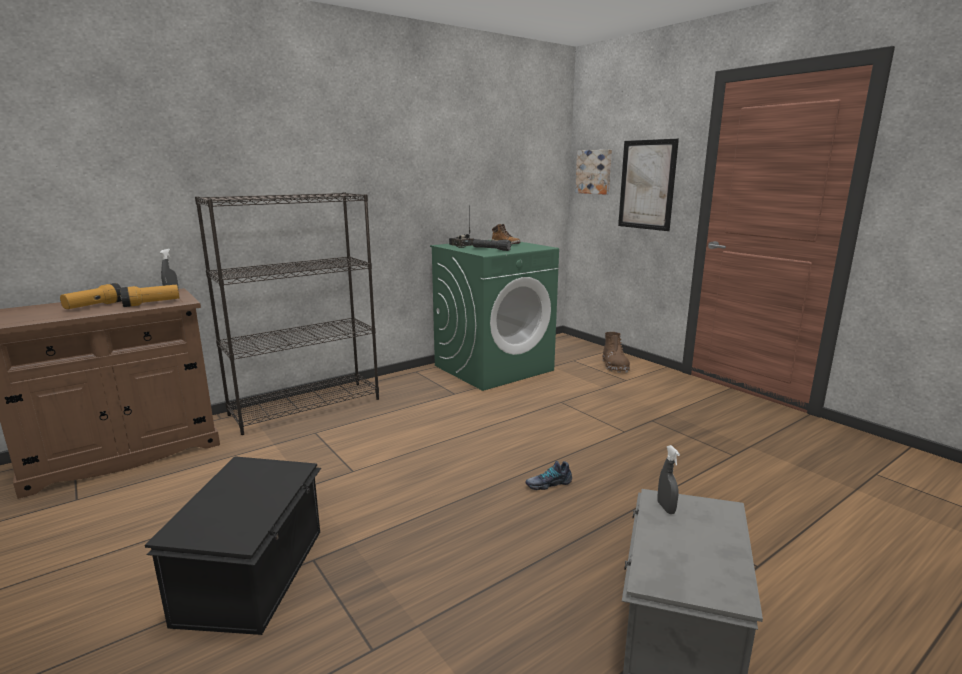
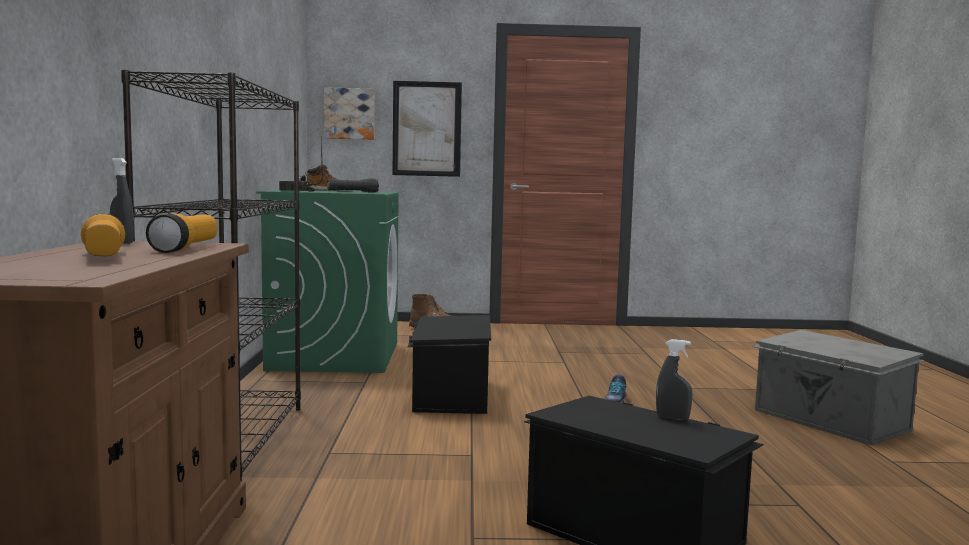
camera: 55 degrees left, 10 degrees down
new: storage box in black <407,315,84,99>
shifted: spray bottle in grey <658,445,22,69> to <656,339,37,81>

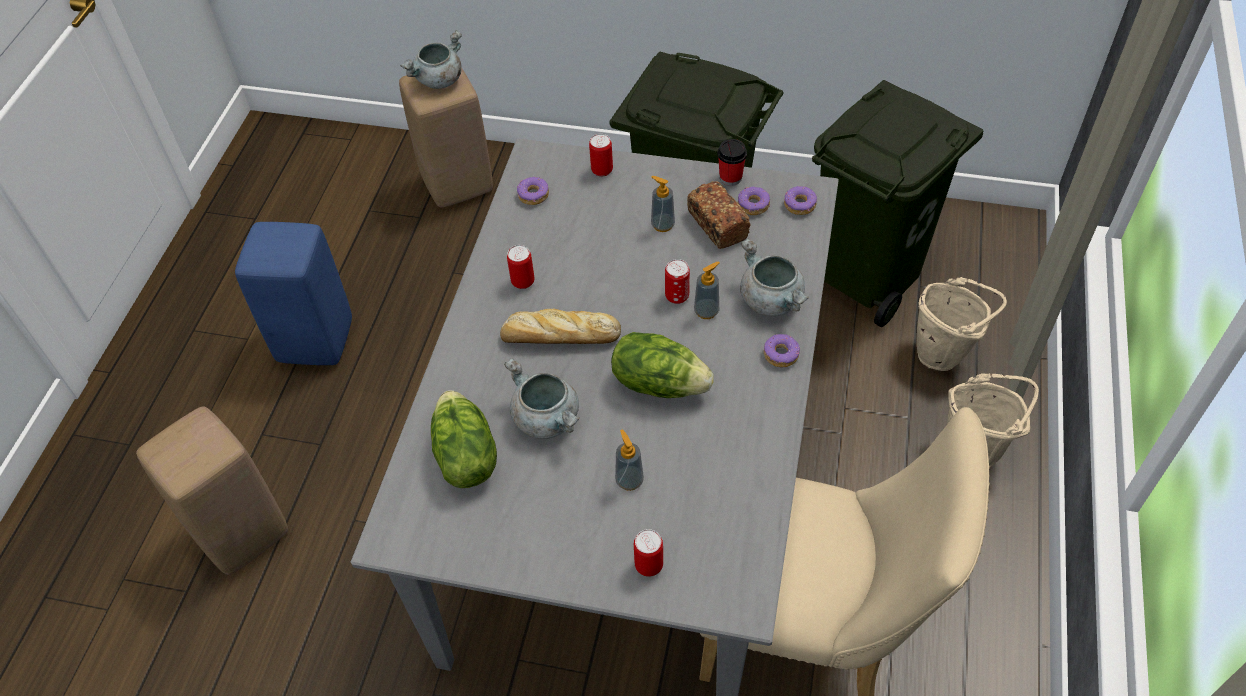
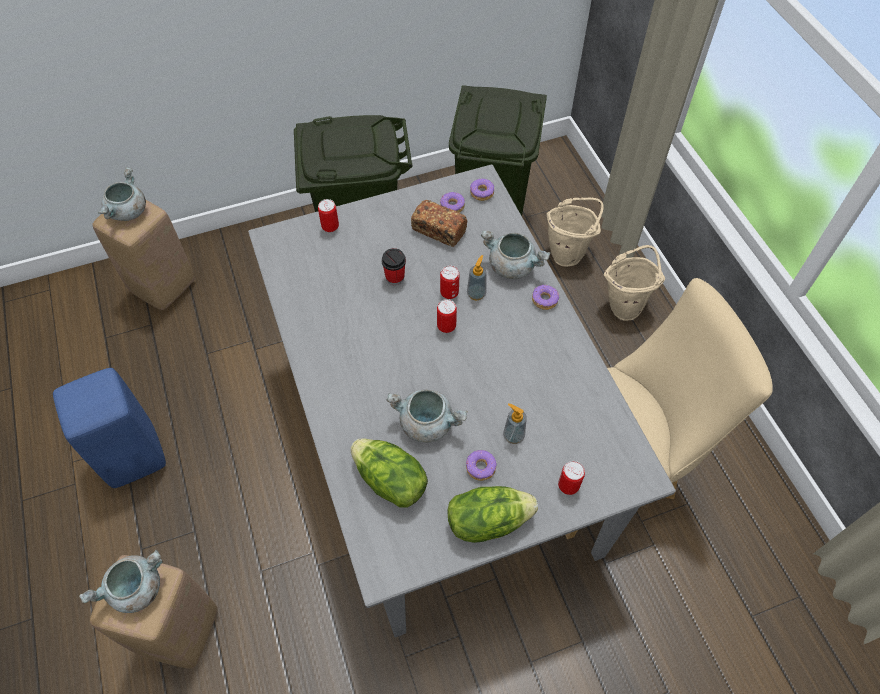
camera: 35 degrees left, 5 degrees up
gone: bread <500,309,121,35>; soap dispenser <651,176,24,56>
new: cooking pot in grey <79,550,84,63>
shifted: can <507,245,27,44> to <437,299,20,34>; donut <517,177,32,28> to <466,450,31,31>; lettuce <611,332,103,66> to <447,486,91,57>; cup <717,139,30,47> to <381,248,25,37>

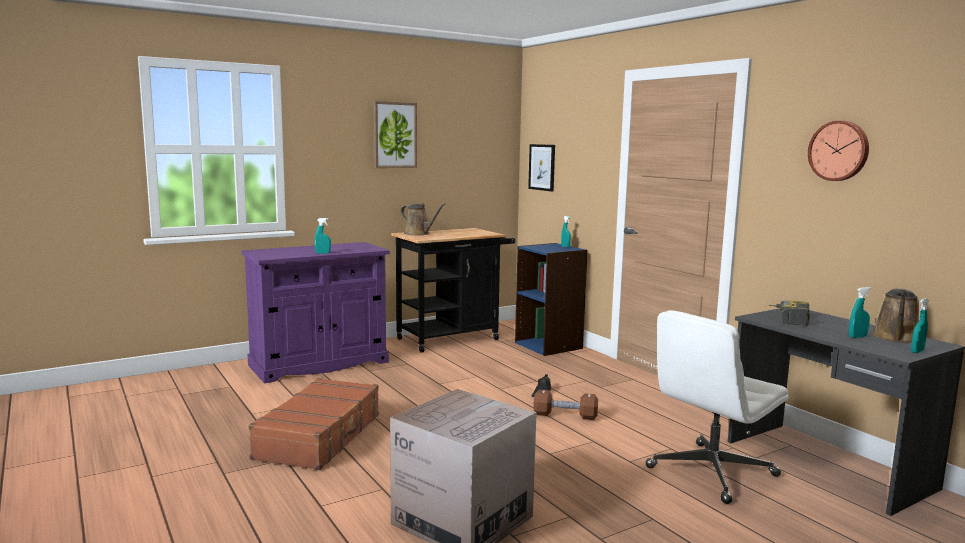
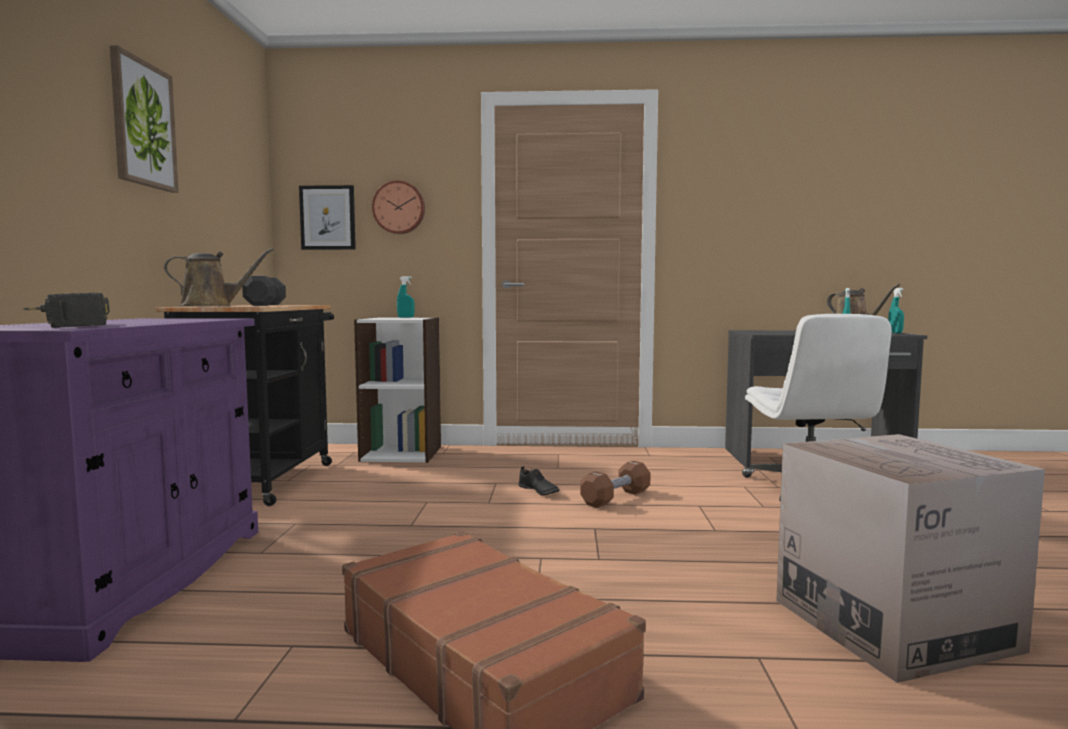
camera: 55 degrees left, 5 degrees down
gone: spray bottle in turquoise <315,218,16,36>
new: dumbbell in black <242,276,44,30>
shifted: power drill <768,300,42,26> to <23,293,87,35>; wall clock <808,121,61,60> to <372,180,53,54>
repainted: bookcase in blue <515,243,73,113> to bookcase in white <354,317,87,146>

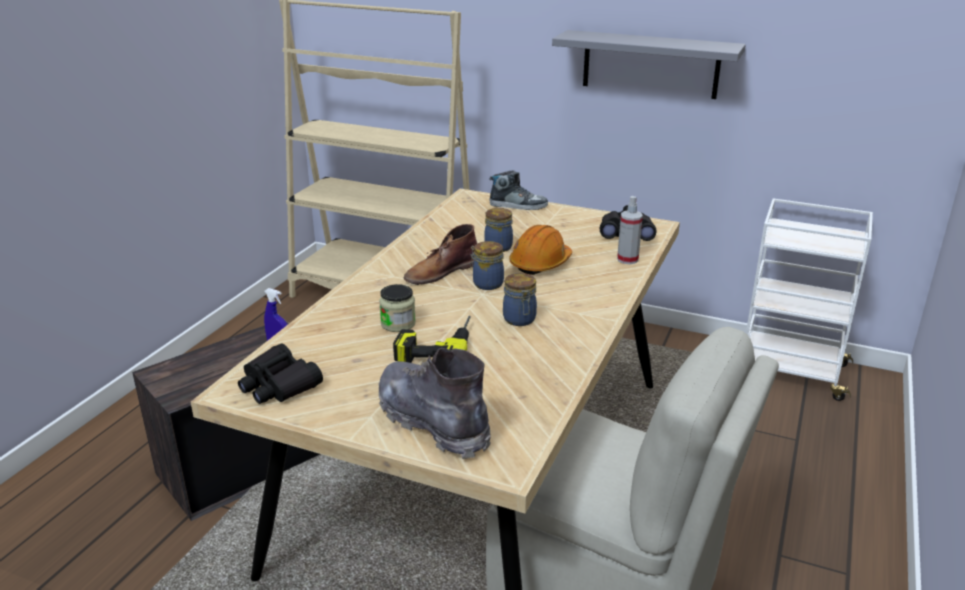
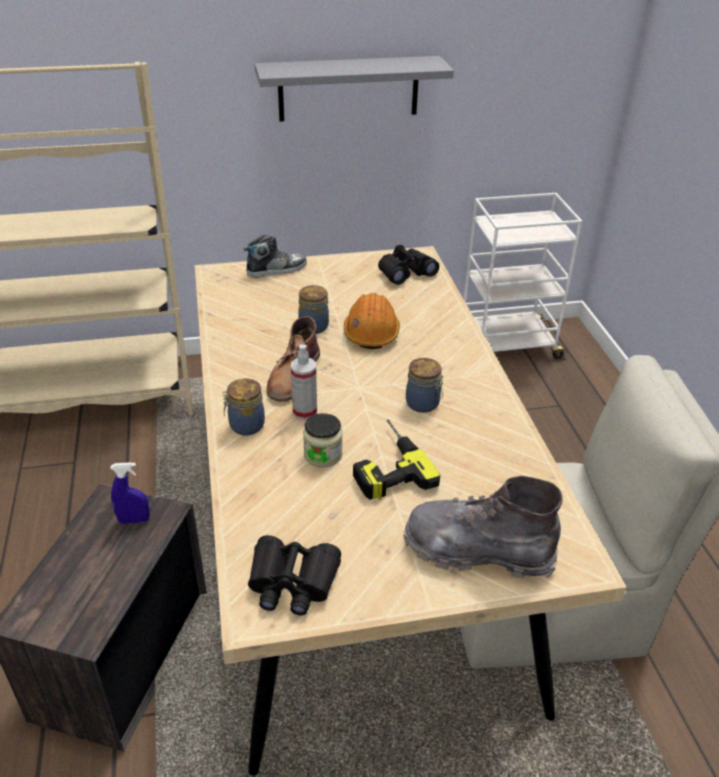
camera: 35 degrees left, 10 degrees up
shifted: jar <470,241,34,49> to <222,379,43,56>; spray bottle <617,196,26,68> to <291,344,26,76>

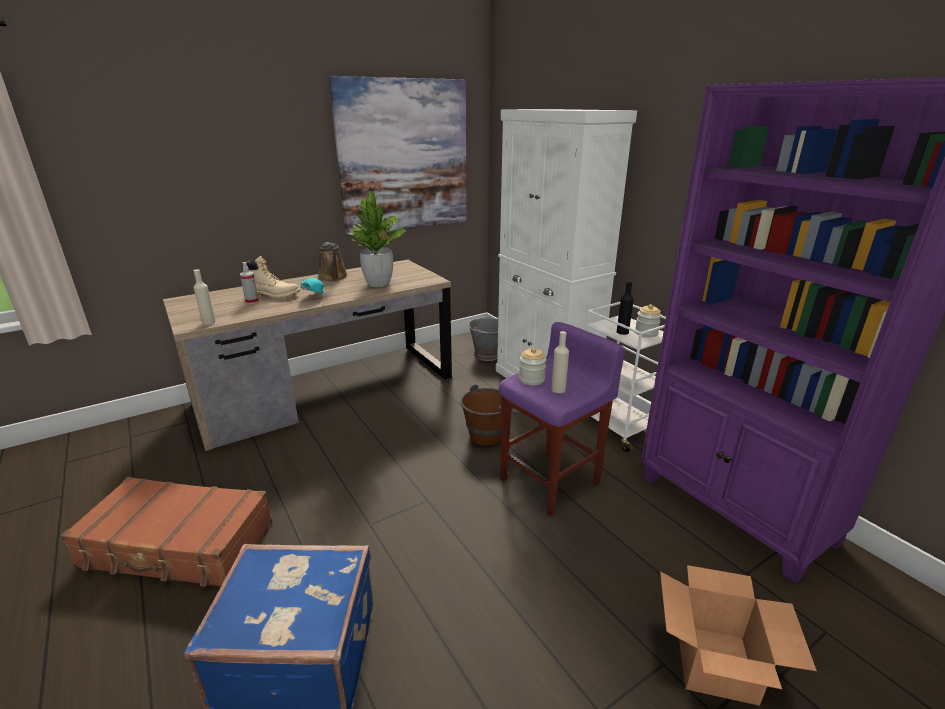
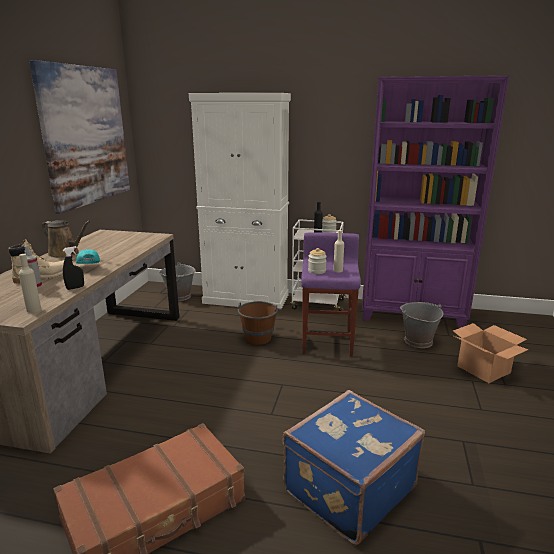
camera: 45 degrees left, 5 degrees down
gone: potted plant <348,191,58,96>
new: spray bottle in black <63,246,21,44>; bucket in grey <400,302,43,46>

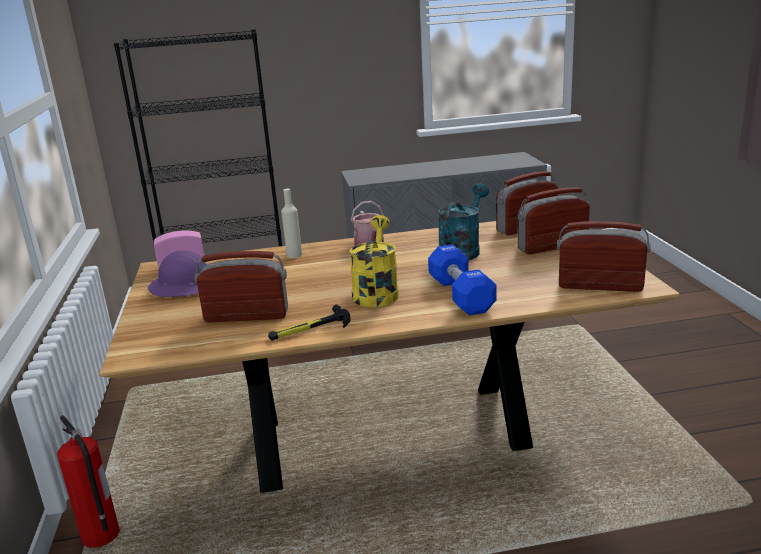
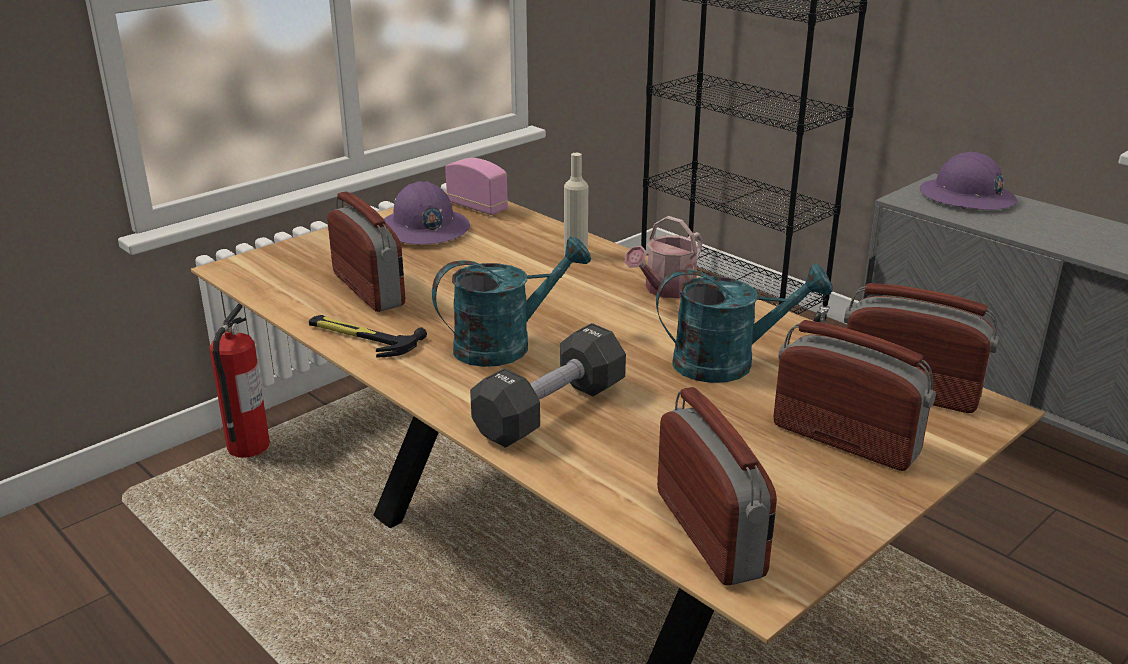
camera: 55 degrees right, 5 degrees up
new: hard hat in purple <920,152,97,58>
repainted: watering can in yellow <349,215,50,93> to watering can in turquoise <432,237,159,130>; dumbbell in blue <428,244,69,71> to dumbbell in black <470,323,156,125>

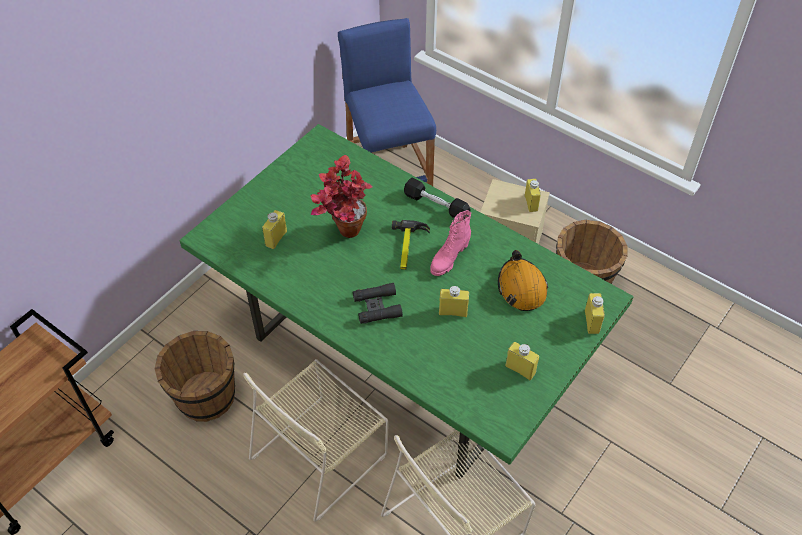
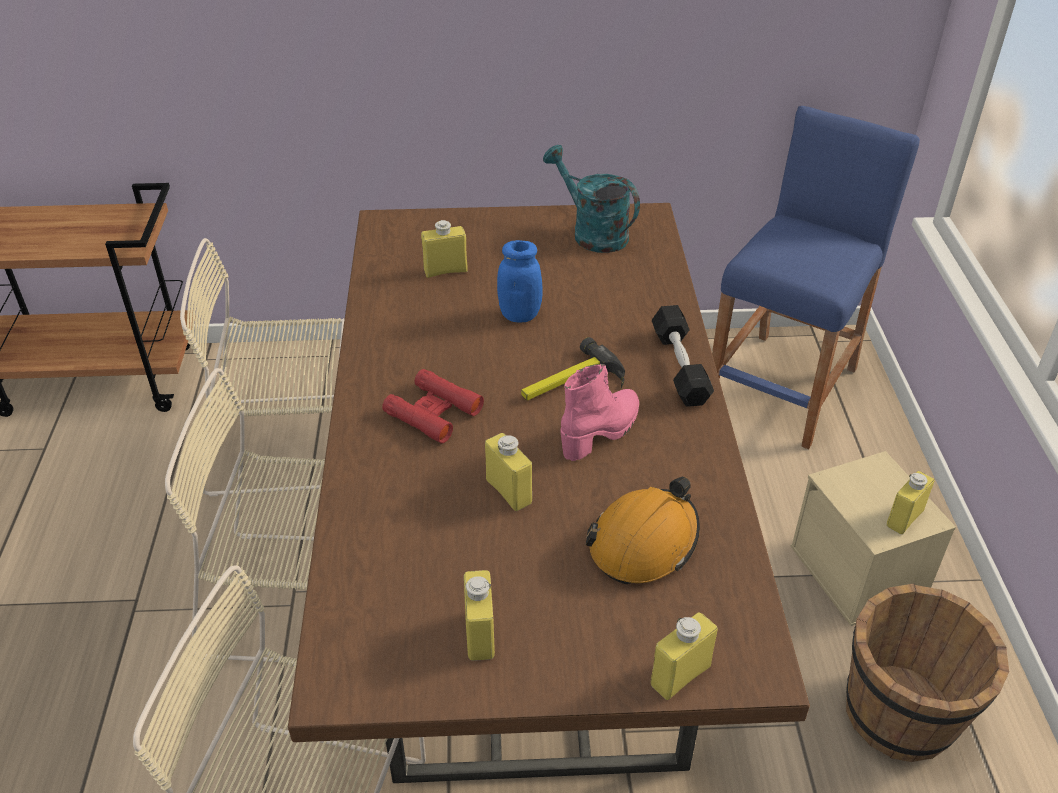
camera: 50 degrees right, 10 degrees down
new: watering can in turquoise <543,145,97,108>
swapped: bucket in brown <155,331,80,91> to chair in beige <180,238,165,259>; potted plant <310,155,62,83> to jar in blue <497,240,46,82>
repainted: dining table in green <180,124,453,355> to dining table in brown <288,203,522,580>; binoculars in black <353,283,50,41> to binoculars in red <382,369,102,75>
rotated: boot in pink <430,210,41,66> = <561,364,78,97> 135 degrees clockwise

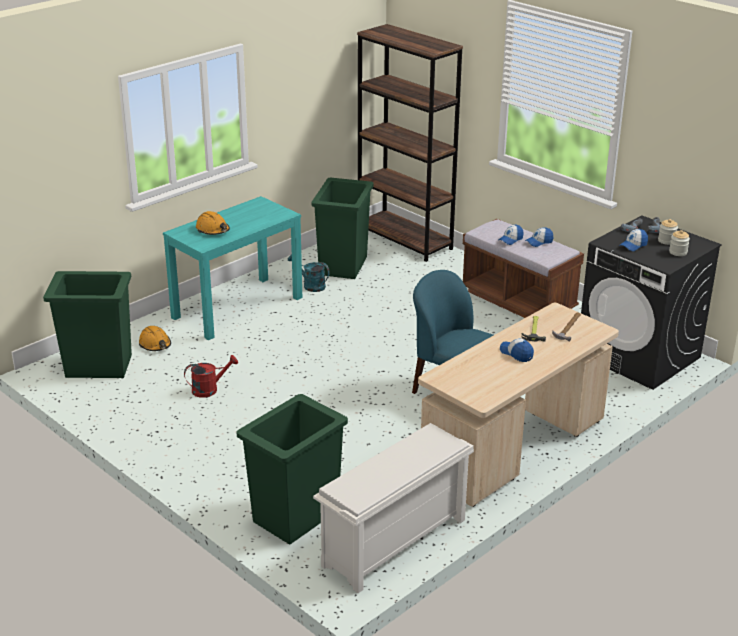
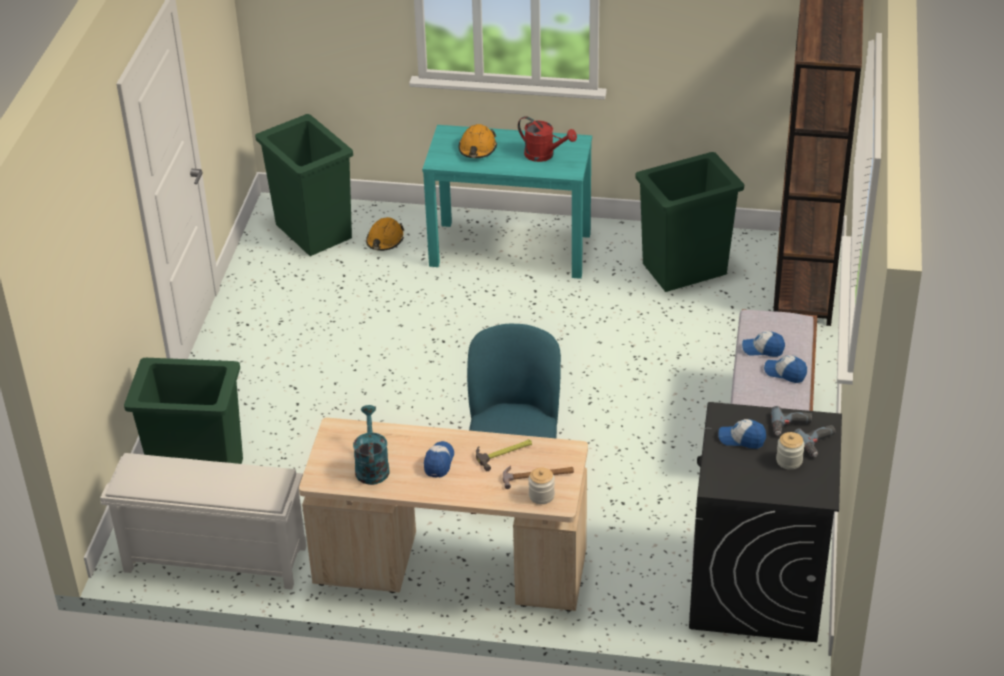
camera: 55 degrees right, 10 degrees up
shifted: watering can in red <184,355,54,42> to <518,116,59,46>; watering can in turquoise <288,254,42,38> to <353,405,37,80>; jar <669,230,21,26> to <528,467,27,37>

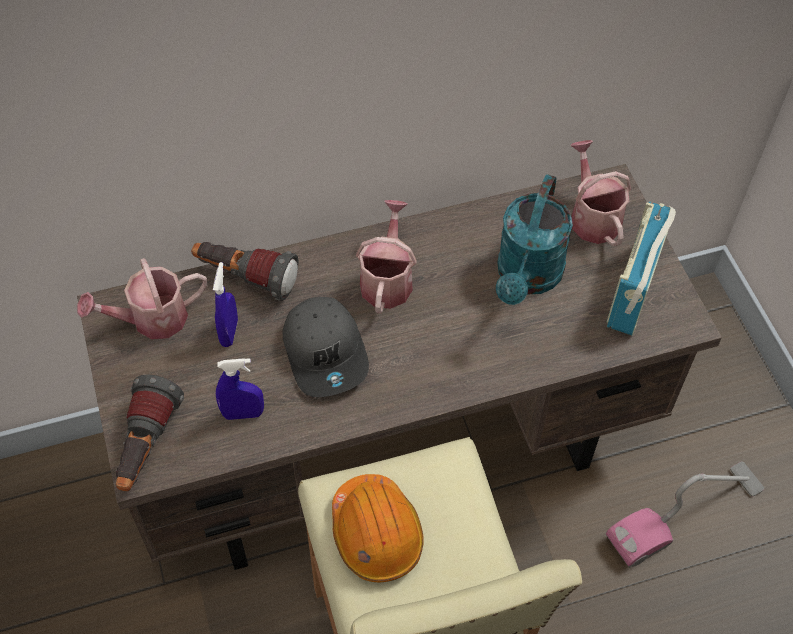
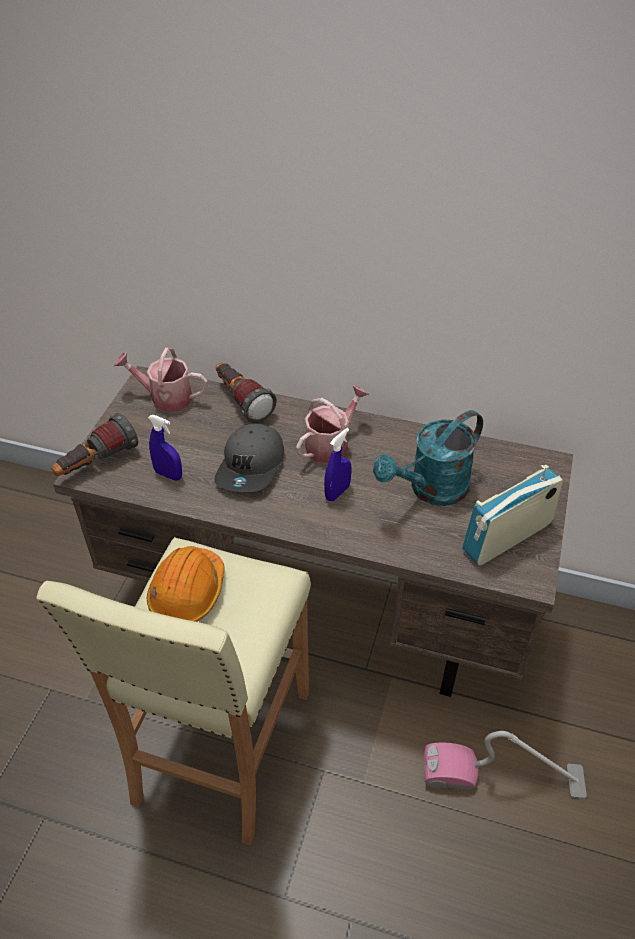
camera: 35 degrees right, 10 degrees down
gone: watering can <570,140,61,106>
shifted: spray bottle in blue <213,262,25,85> to <324,428,27,73>

